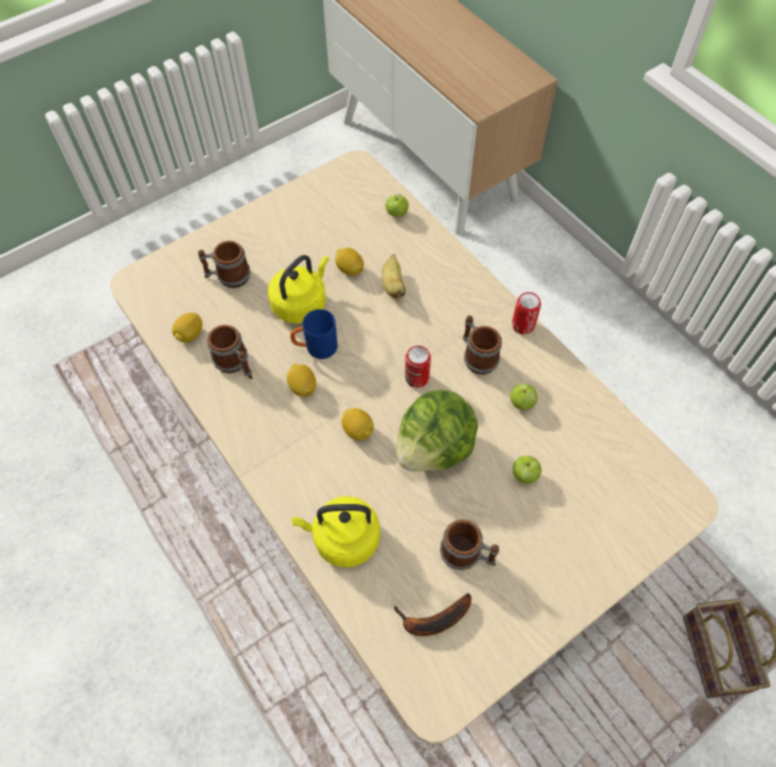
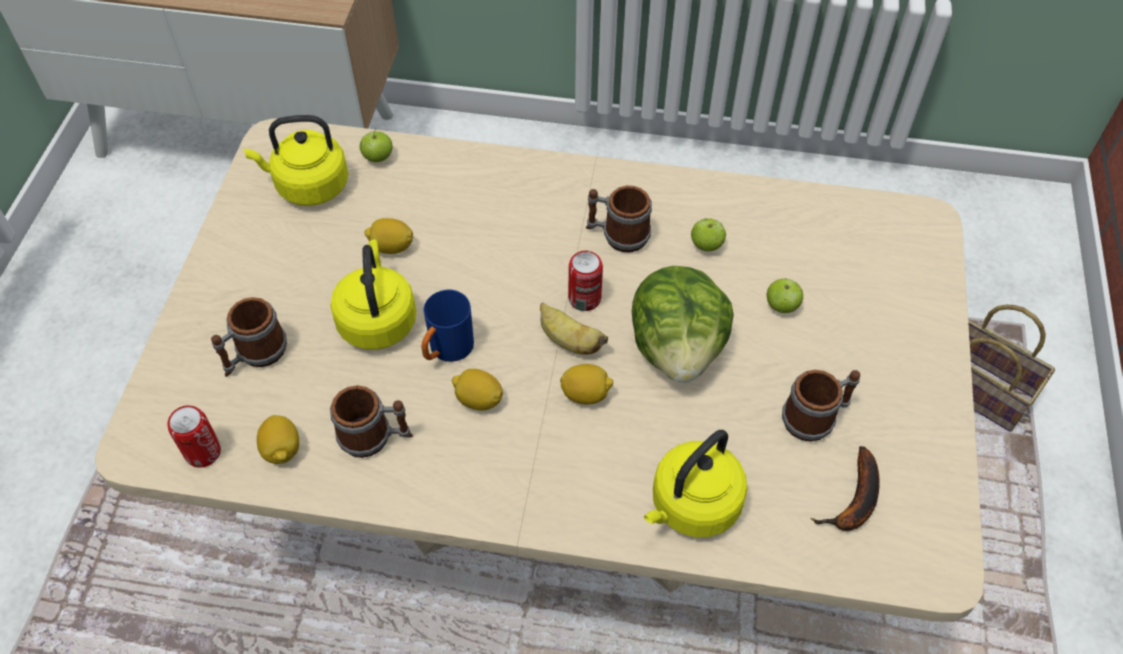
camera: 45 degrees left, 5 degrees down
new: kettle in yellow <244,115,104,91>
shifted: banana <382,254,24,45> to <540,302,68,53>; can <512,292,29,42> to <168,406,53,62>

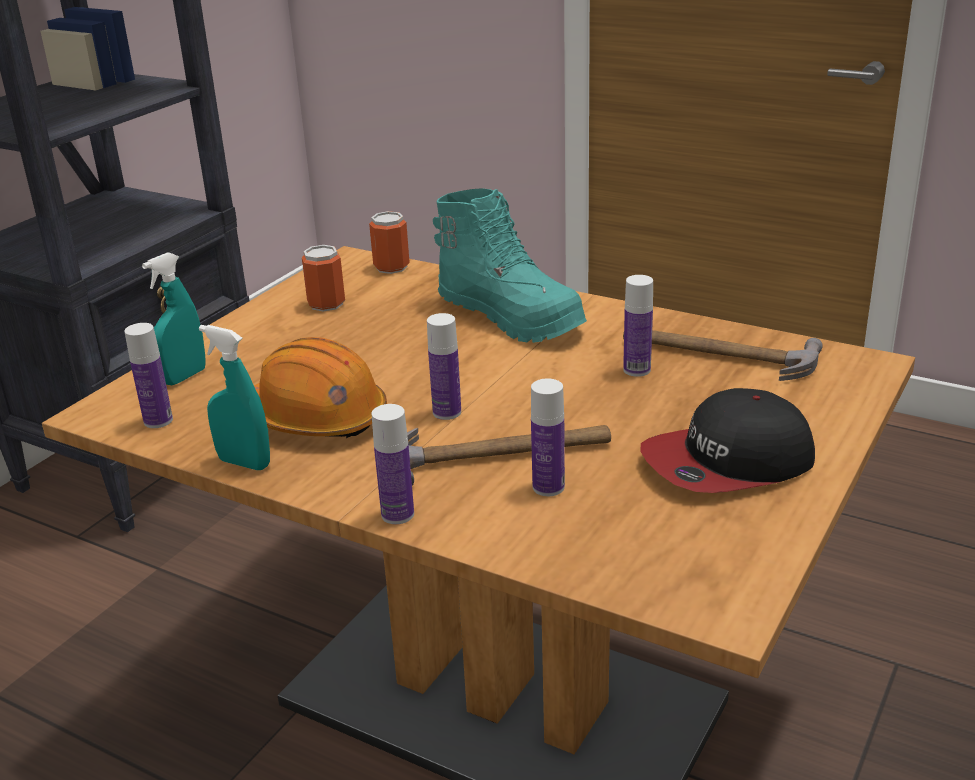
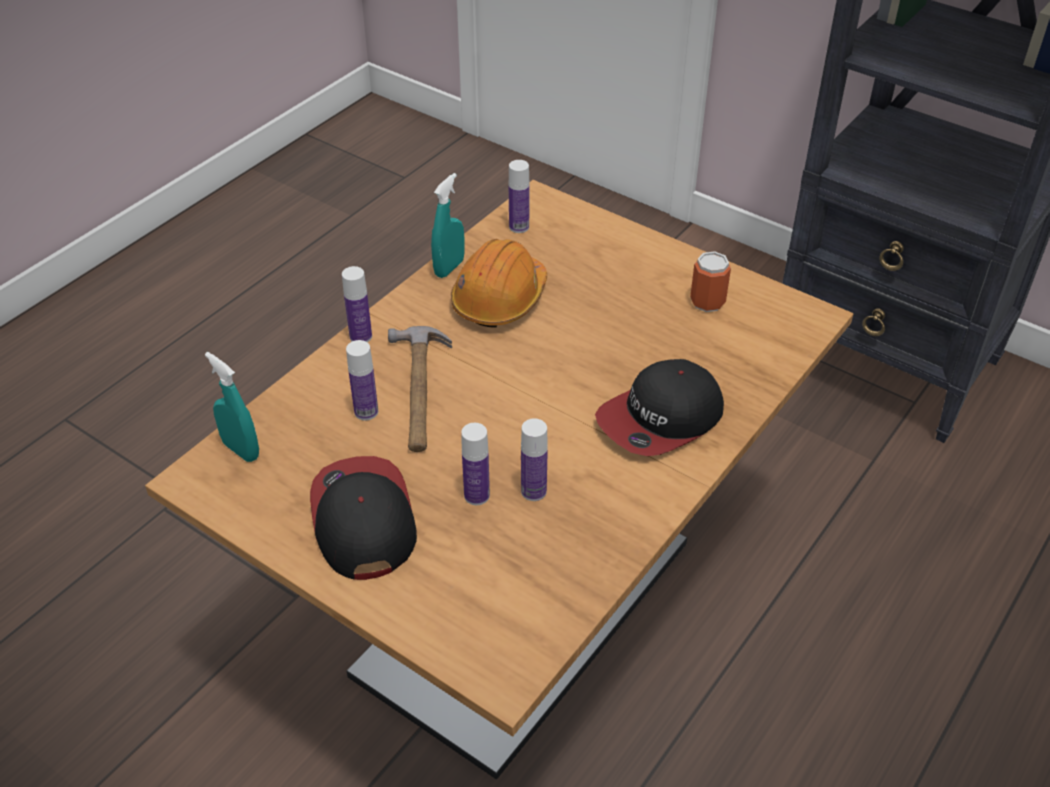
camera: 95 degrees right, 15 degrees up
gone: can <369,211,41,63>; hammer <623,330,200,51>
shifted: spray bottle in turquoise <142,252,64,133> to <205,352,54,110>; bottle <427,313,34,107> to <461,423,29,82>
swapped: boot in turquoise <433,188,154,155> to cap <595,359,129,97>

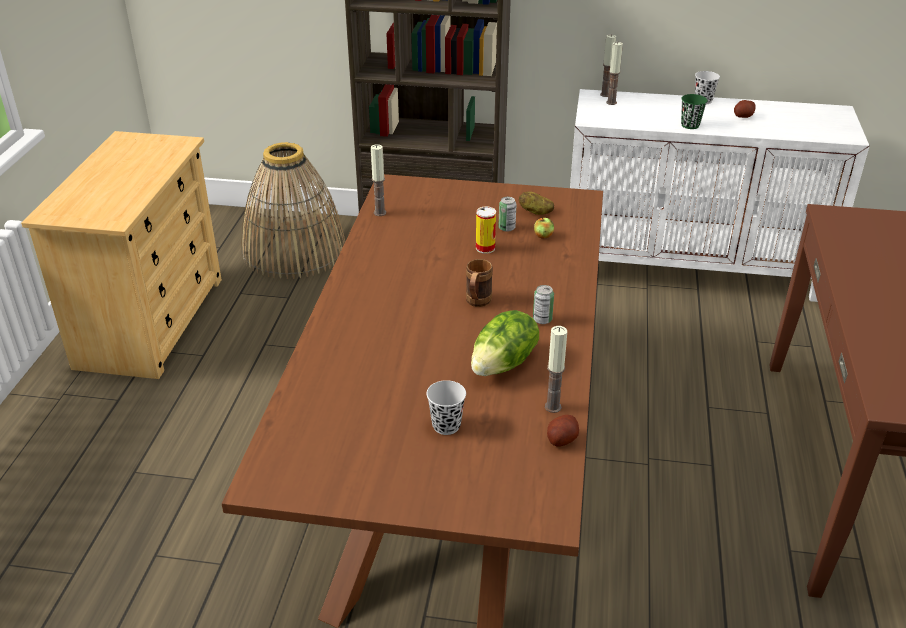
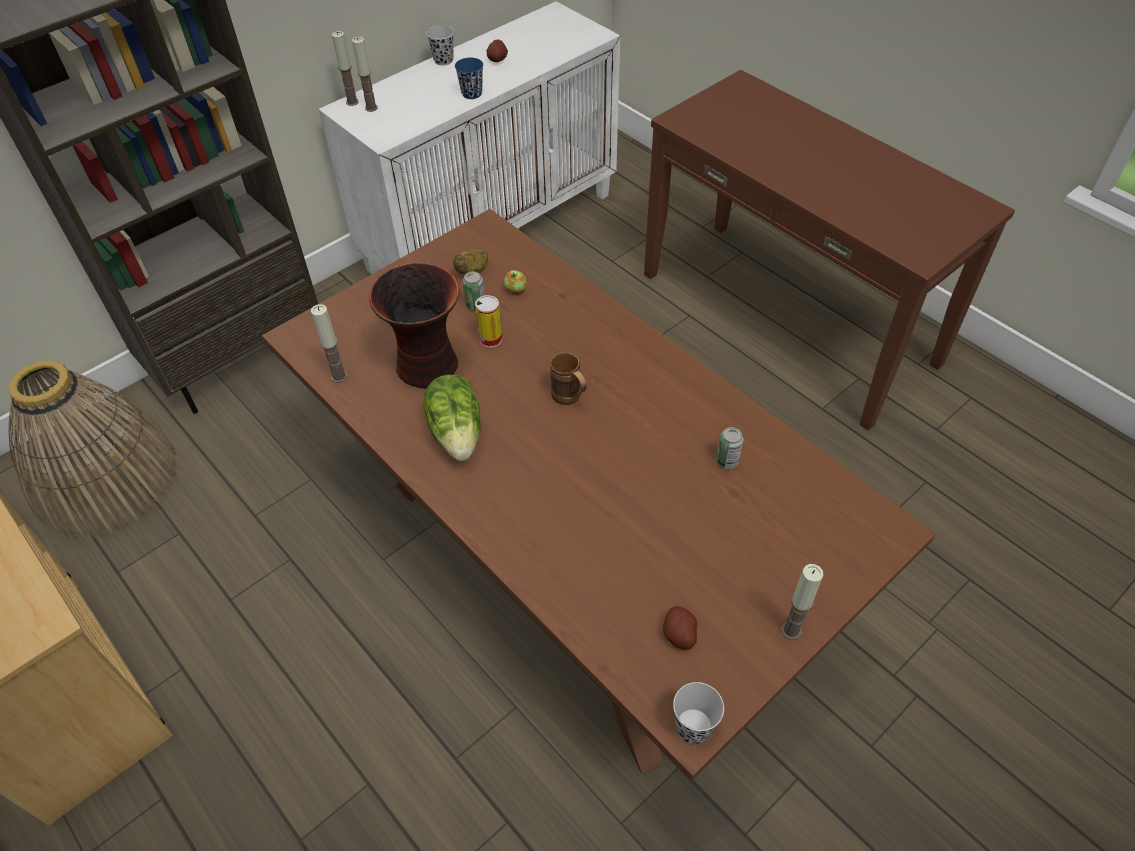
camera: 50 degrees left, 15 degrees up
new: vase <369,263,91,126>
shifted: cup in black <426,380,40,55> to <673,682,51,62>; lettuce <471,310,68,66> to <423,375,57,86>; can <533,285,21,39> to <716,427,28,42>; candle <545,326,22,87> to <781,564,43,76>; potato <547,415,32,32> to <663,606,34,44>
repainted: cup in green <681,94,26,35> to cup in blue <455,58,28,41>

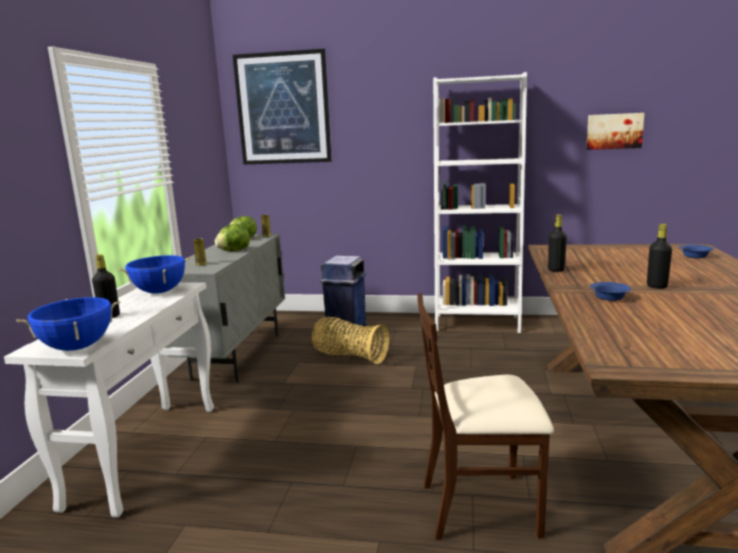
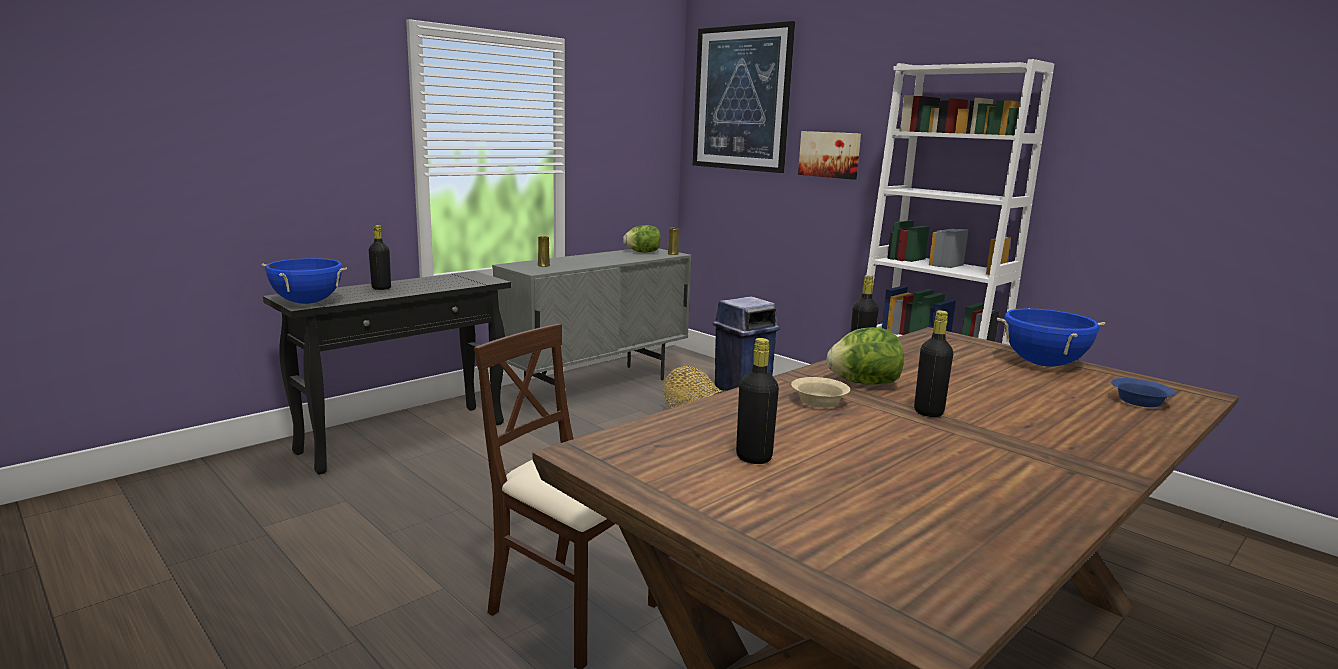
camera: 35 degrees right, 0 degrees up
new: bottle in black <736,338,43,126>
shifted: cooking pot in blue <118,255,73,38> to <997,308,108,59>; lettuce <215,224,35,27> to <827,327,77,58>; picture <586,113,59,37> to <798,131,63,48>
repainted: console table in white <4,282,210,236> to console table in black <263,271,248,204>; bowl in blue <590,282,41,19> to bowl in beige <791,377,59,31>

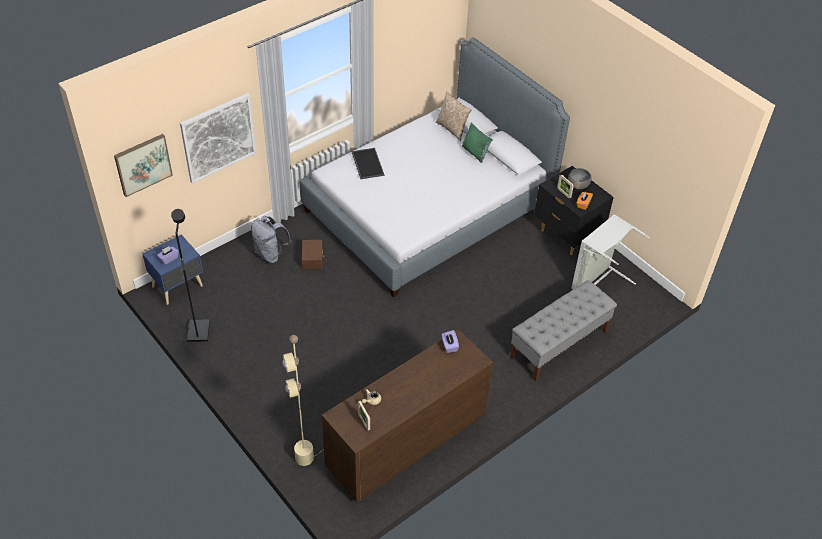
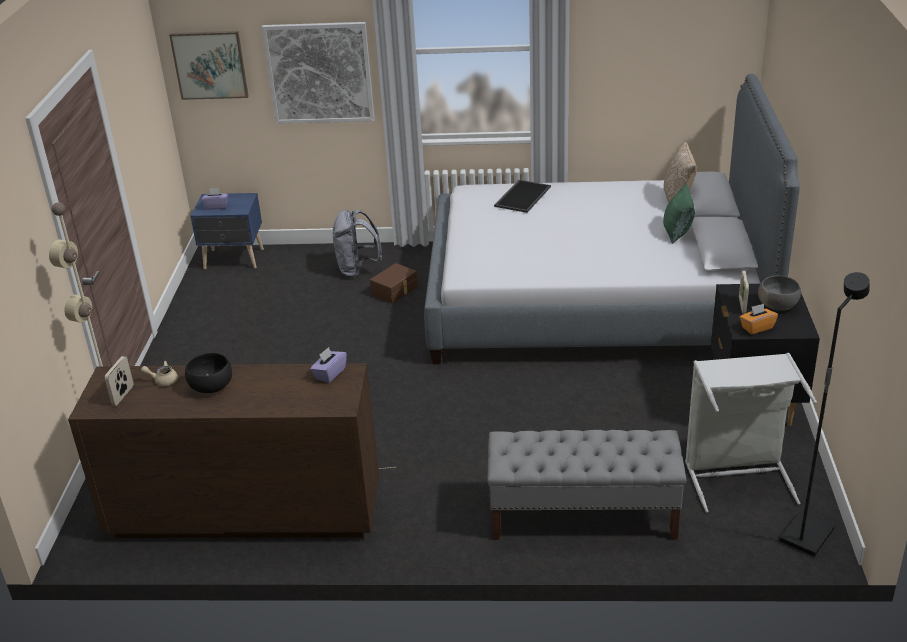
camera: 45 degrees right, 15 degrees down
new: bowl in black <185,353,47,40>
shifted: floor lamp in black <171,209,39,133> to <779,272,91,285>

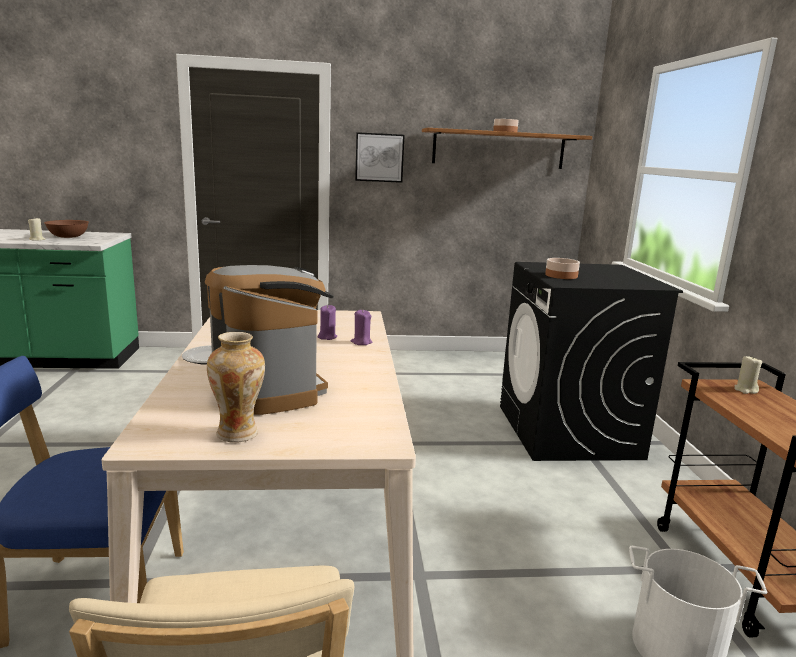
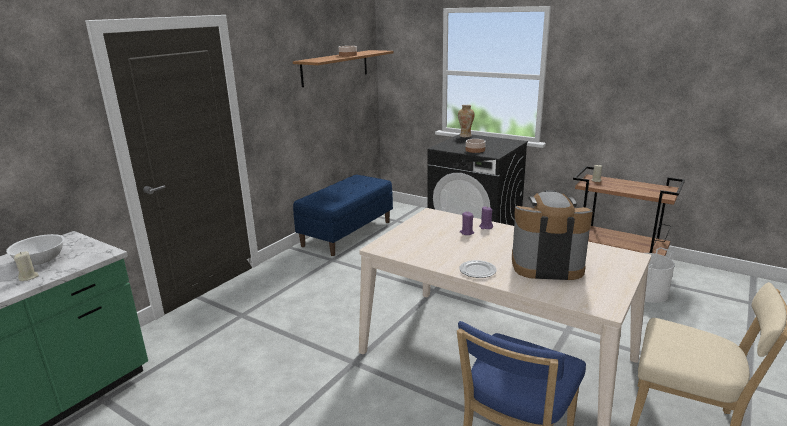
camera: 50 degrees left, 5 degrees up
gone: picture <355,132,50,51>
new: bench in blue <293,175,100,81>
shifted: vase <207,332,58,111> to <458,105,17,32>
repainted: bowl in brown <44,220,45,18> to bowl in white <6,234,58,31>

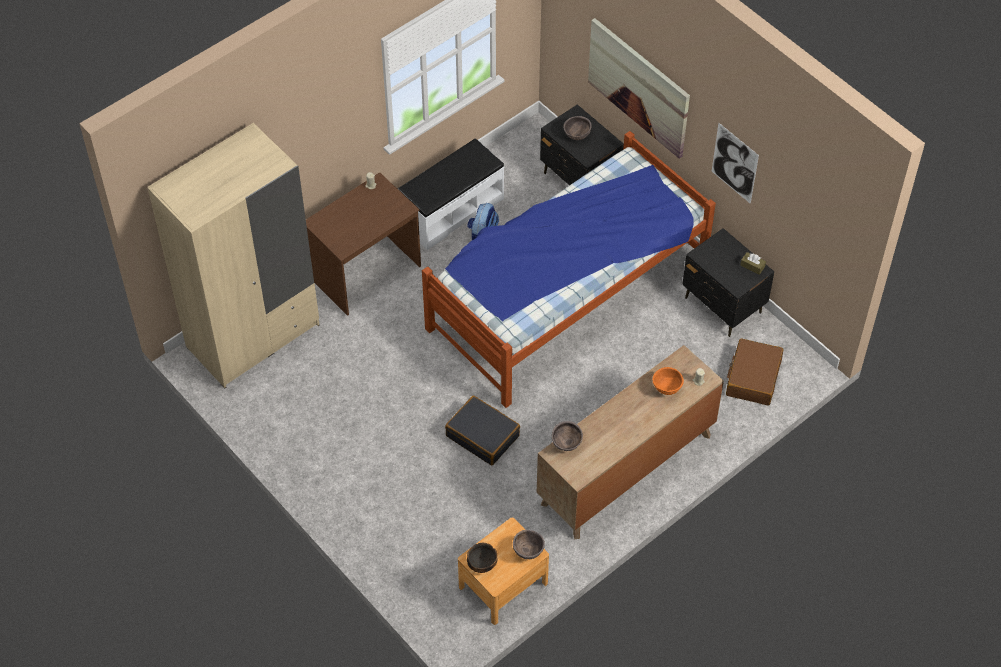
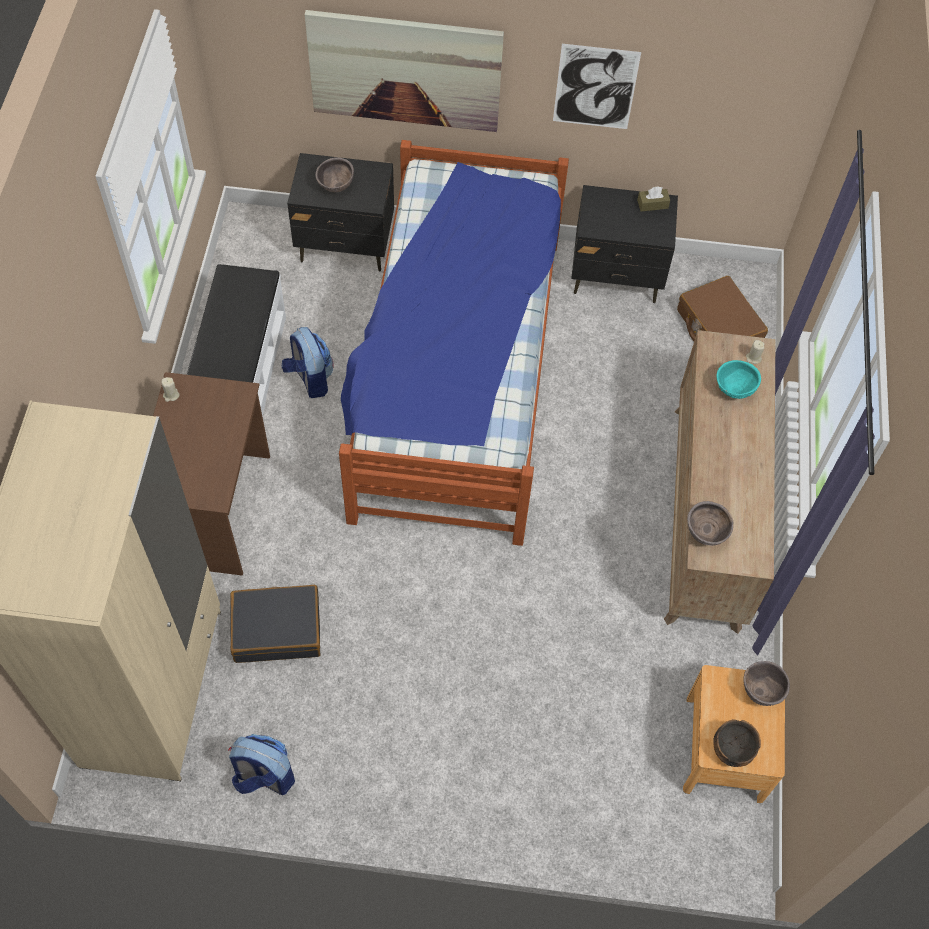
camera: 45 degrees left, 5 degrees up
new: backpack <228,734,67,61>
shifted: suitcase in black <445,396,75,69> to <230,585,90,78>
repainted: bowl in orange <652,367,32,28> to bowl in turquoise <716,360,45,39>

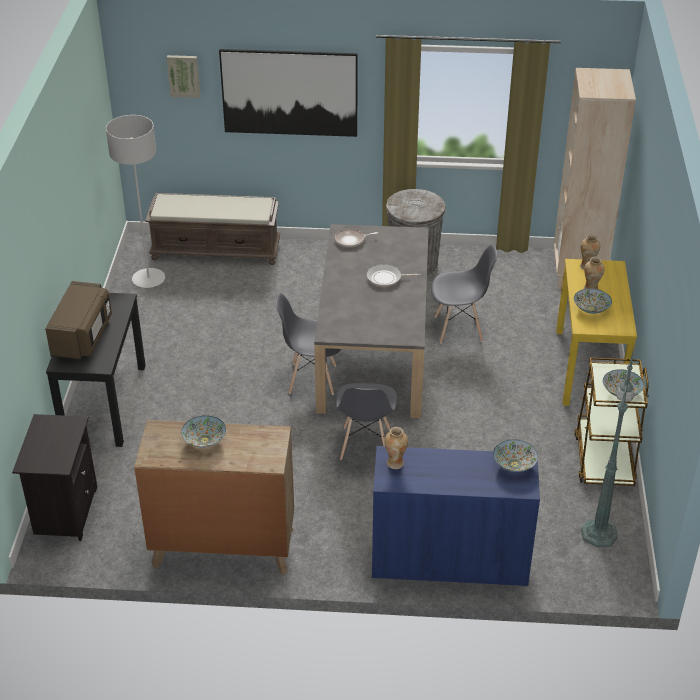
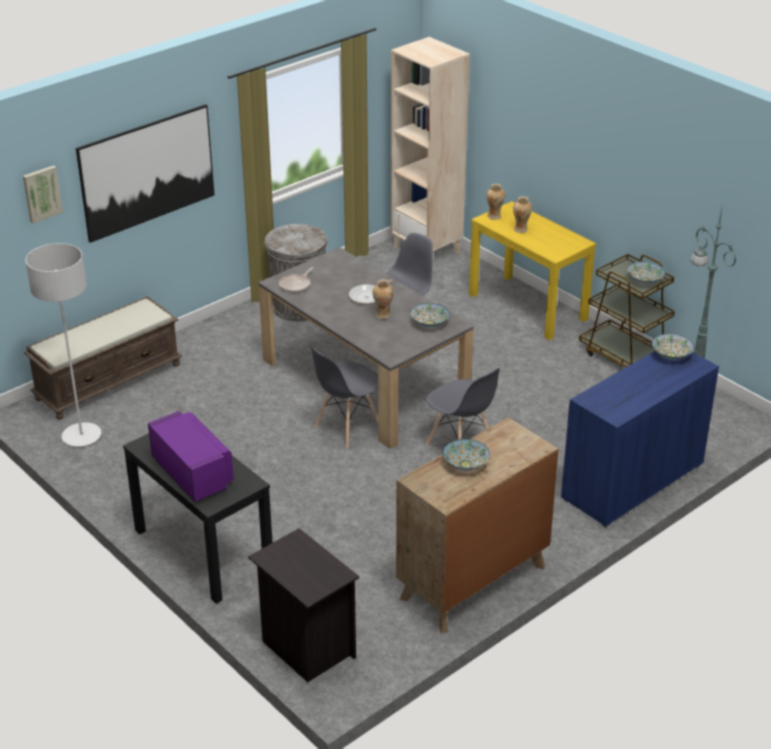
camera: 45 degrees left, 5 degrees down
shifted: vase <384,427,24,42> to <373,279,20,40>; bowl <574,288,38,26> to <411,303,39,24>
repainted: microwave in brown <45,281,67,79> to microwave in purple <148,411,86,92>

